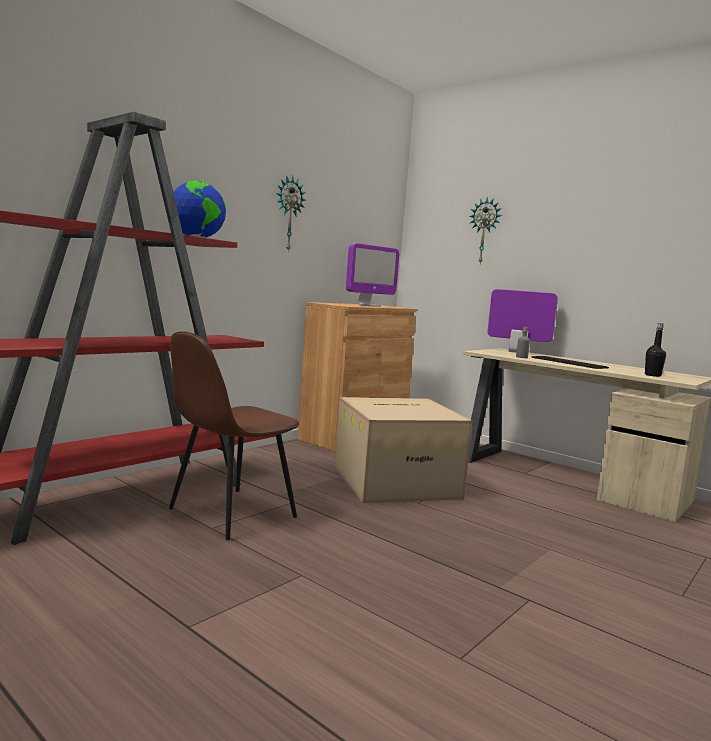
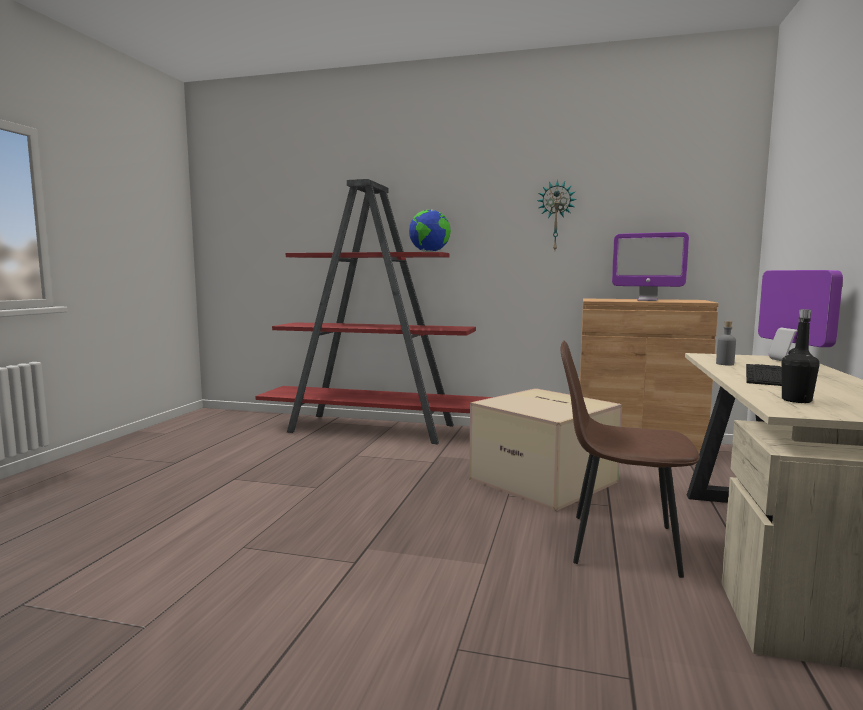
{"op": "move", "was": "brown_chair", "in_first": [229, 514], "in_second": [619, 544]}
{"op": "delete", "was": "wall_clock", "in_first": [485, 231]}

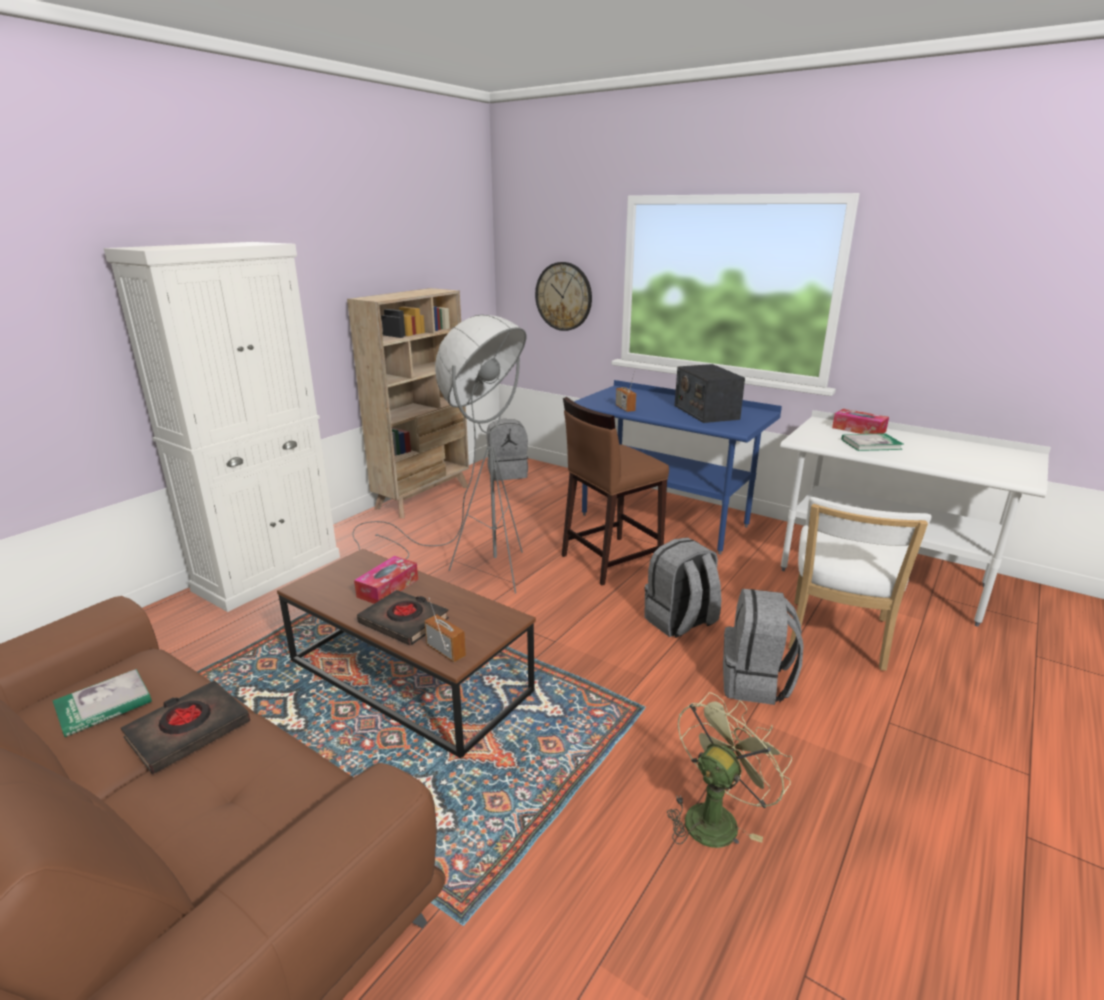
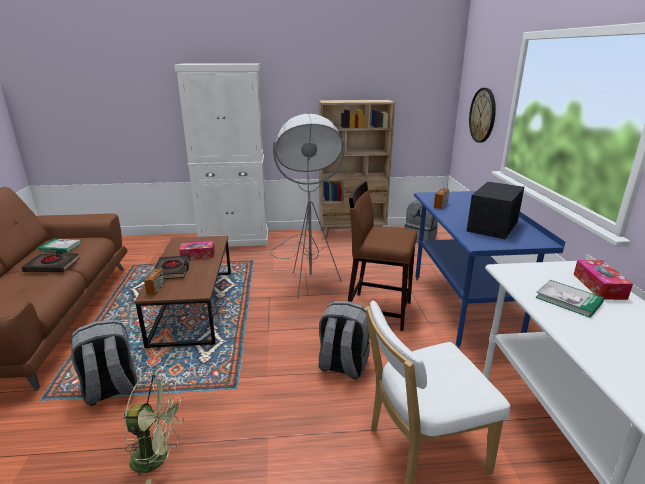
{"op": "move", "was": "grey_backpack", "in_first": [755, 683], "in_second": [110, 389]}

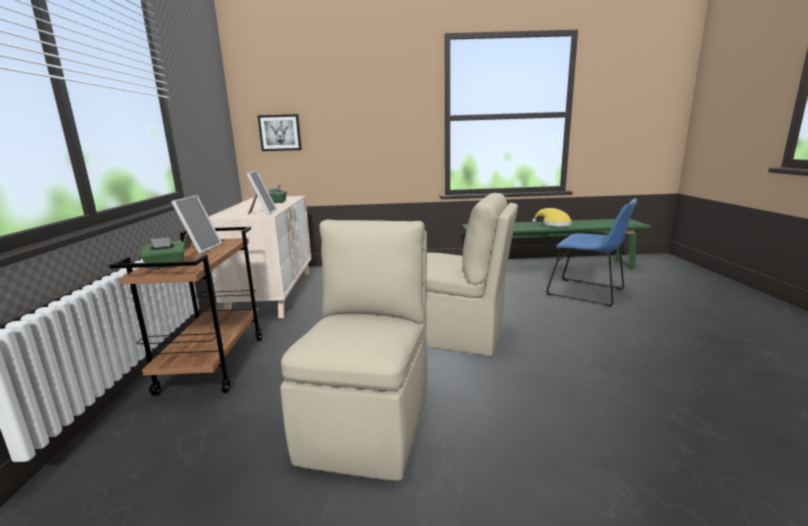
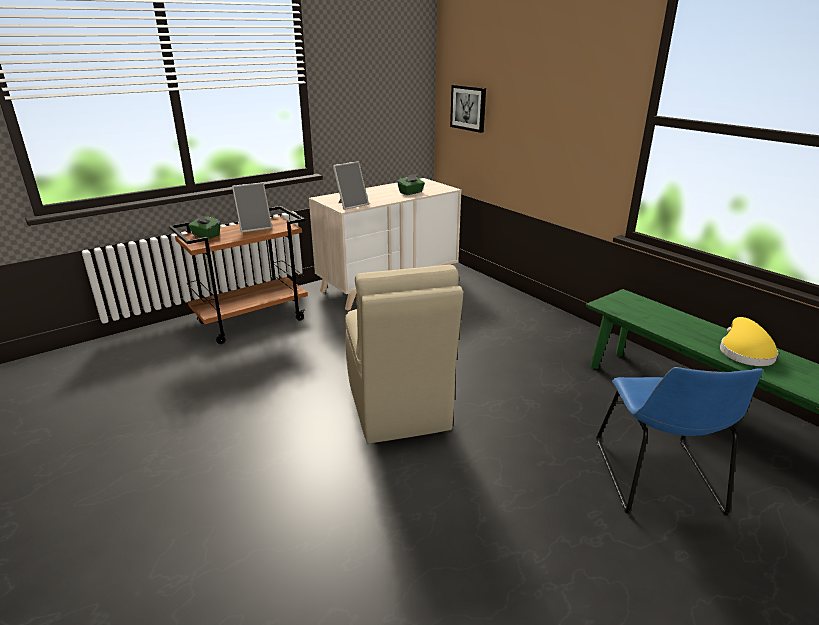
{"op": "delete", "was": "beige_chair", "in_first": [369, 422]}

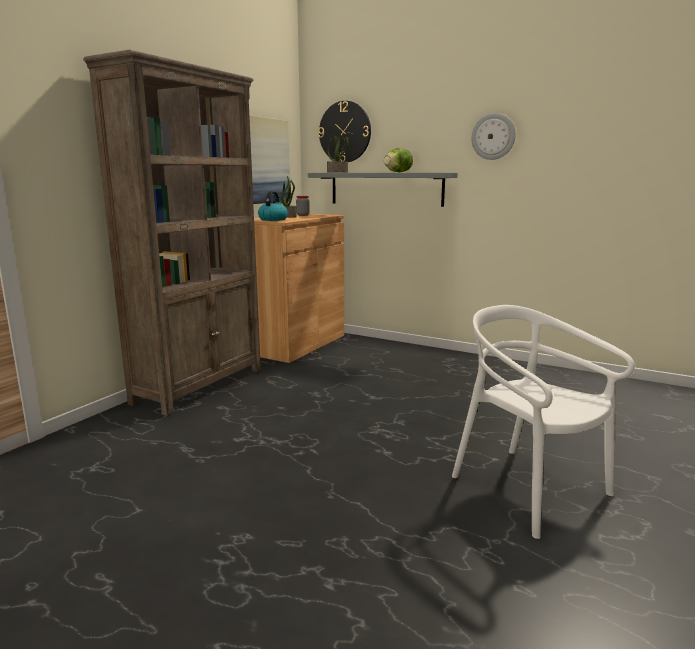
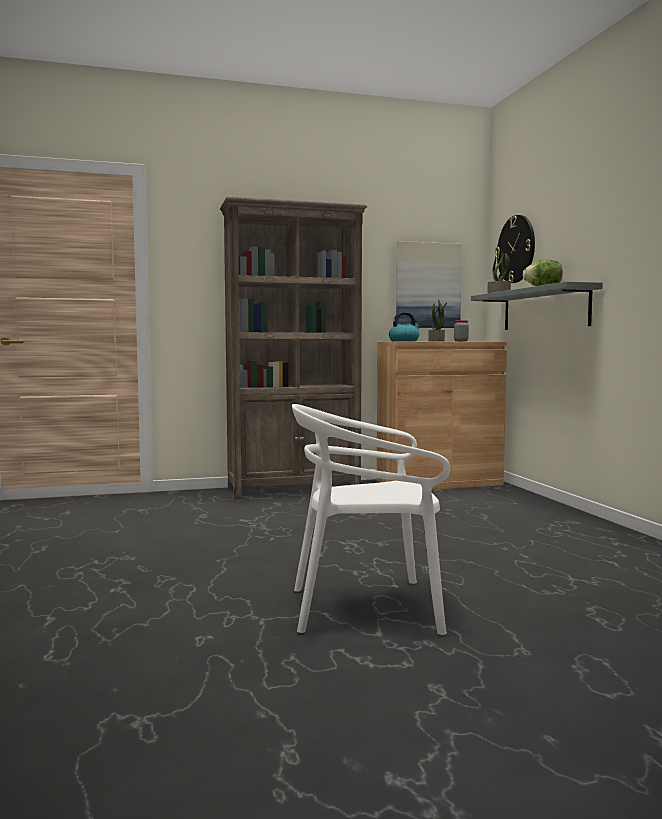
{"op": "rotate", "was": "white_chair", "in_first": [528, 489], "in_second": [366, 608], "clockwise": -105}
{"op": "delete", "was": "wall_clock", "in_first": [493, 136]}

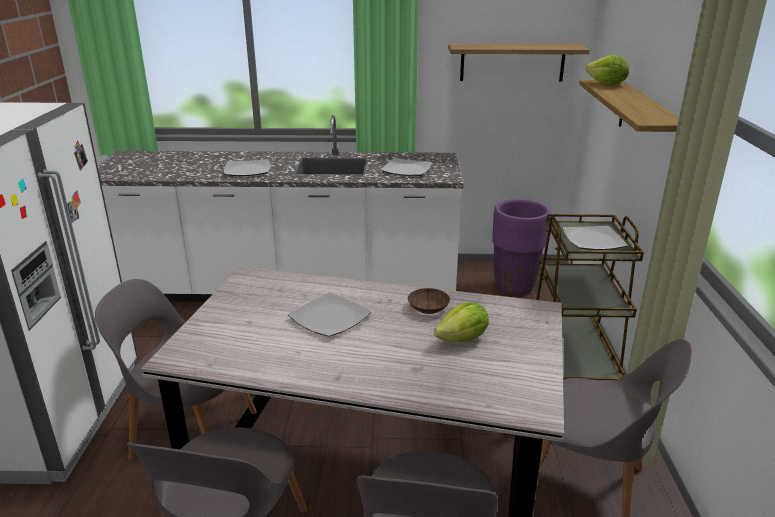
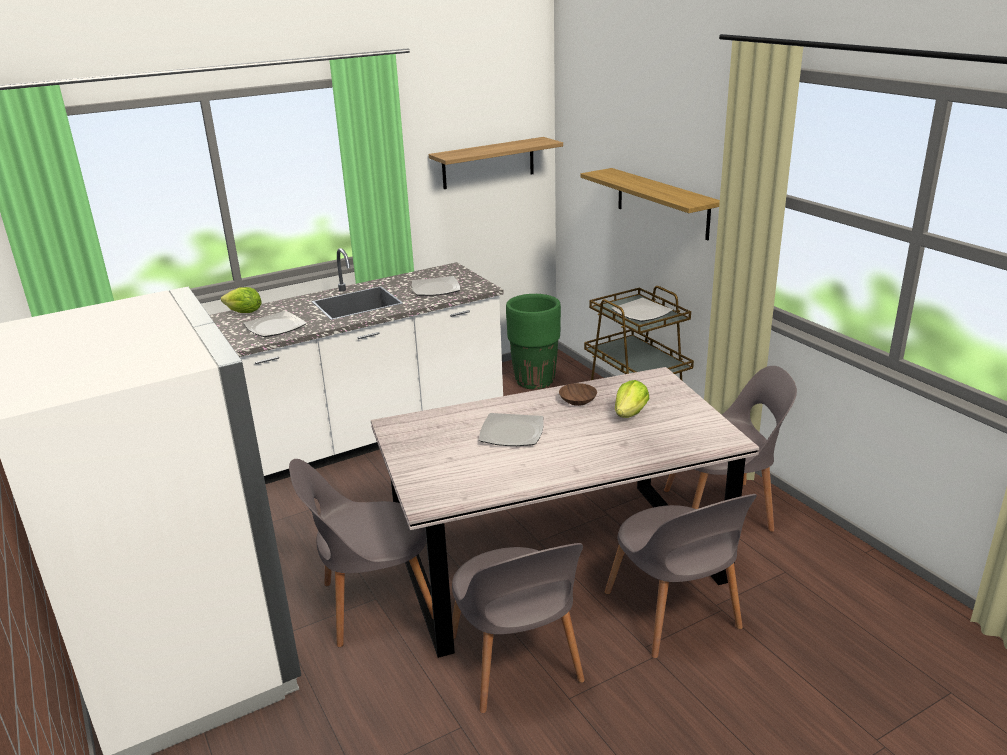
{"op": "move", "was": "lettuce", "in_first": [606, 84], "in_second": [244, 312]}
{"op": "recolor", "was": "purple_planter", "now": "green_planter", "in_first": [514, 286], "in_second": [534, 381]}

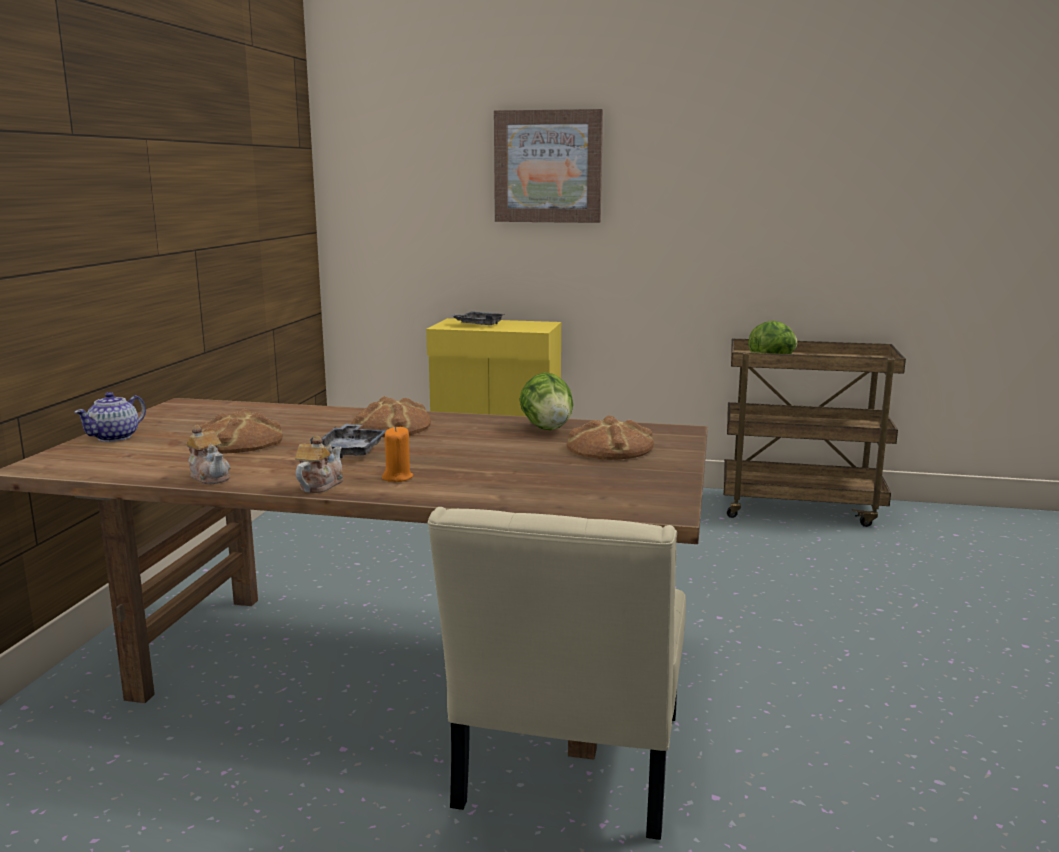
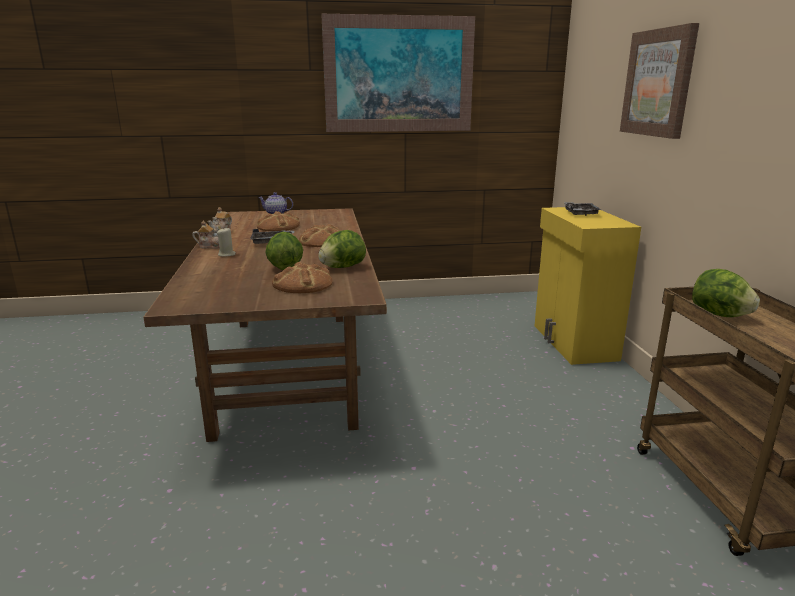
{"op": "recolor", "was": "orange_candle", "now": "beige_candle", "in_first": [397, 477], "in_second": [227, 254]}
{"op": "insert", "now": "lettuce", "in_second": [284, 268]}
{"op": "insert", "now": "picture", "in_second": [399, 75]}
{"op": "delete", "was": "beige_chair", "in_first": [567, 770]}

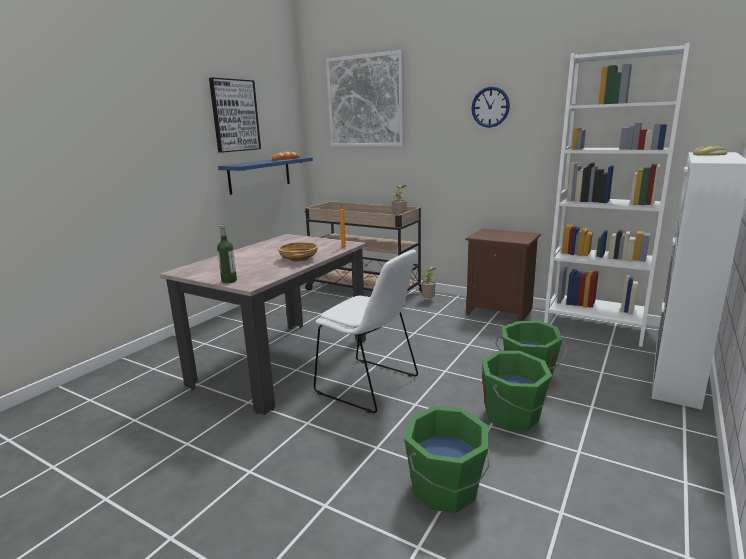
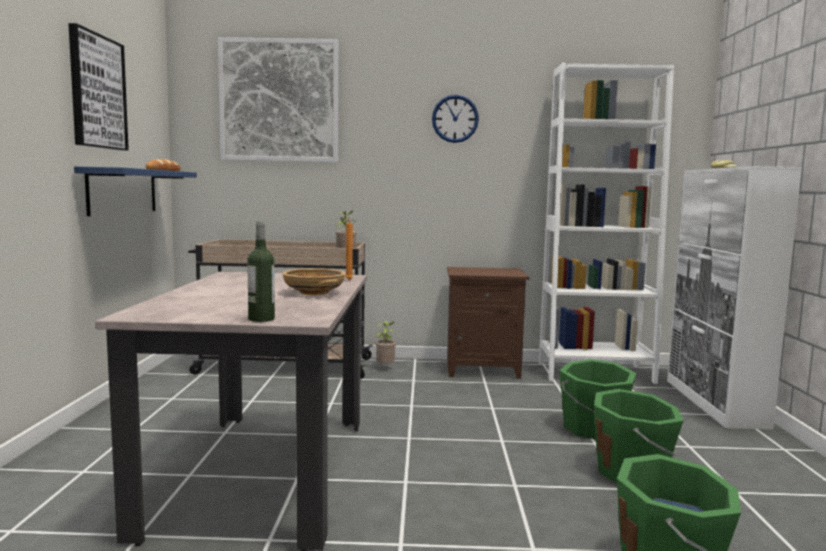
{"op": "delete", "was": "white_chair", "in_first": [370, 386]}

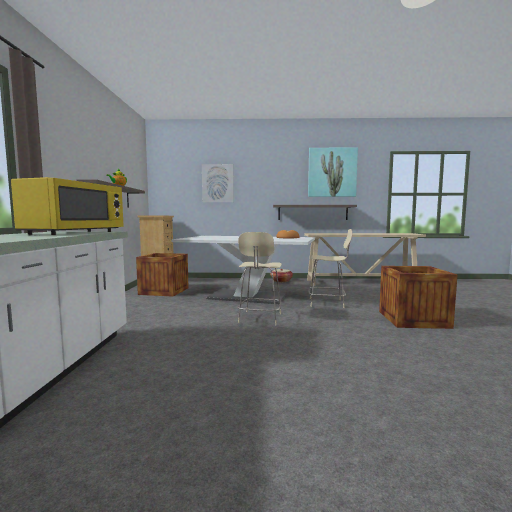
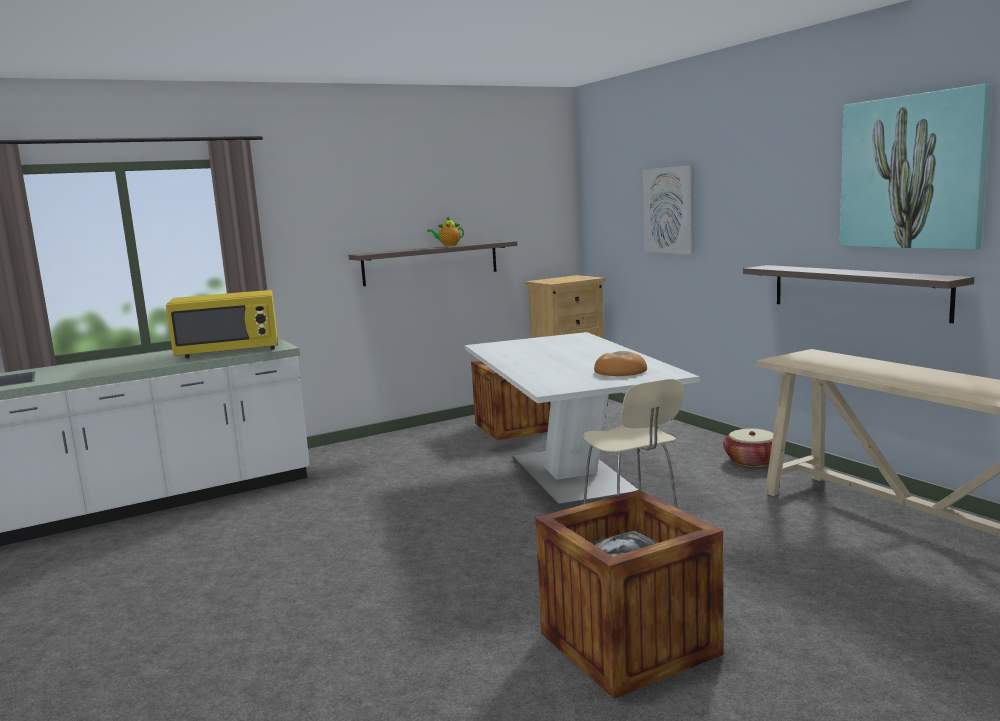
{"op": "delete", "was": "beige_chair", "in_first": [260, 318]}

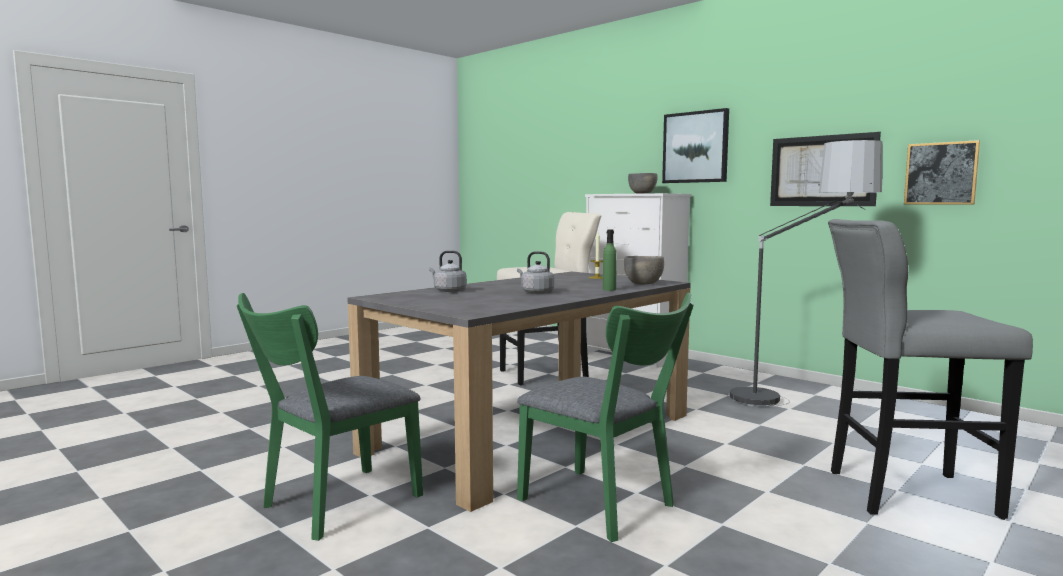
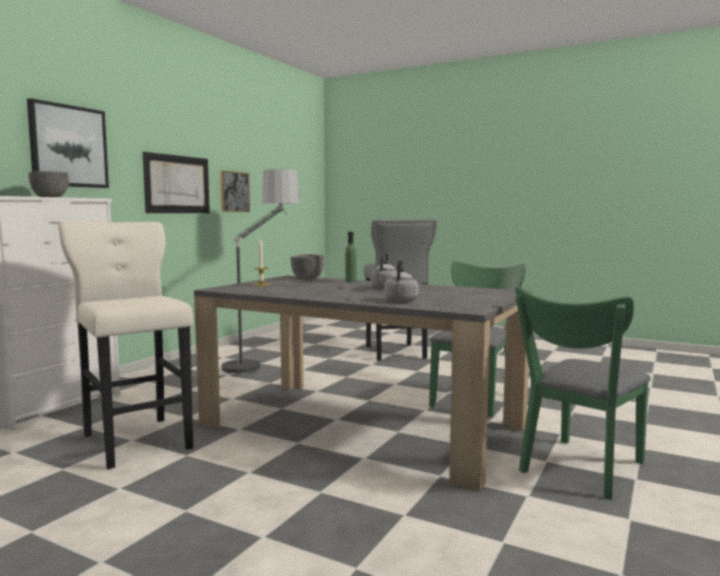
{"op": "rotate", "was": "green_chair", "in_first": [333, 505], "in_second": [579, 470], "clockwise": 105}

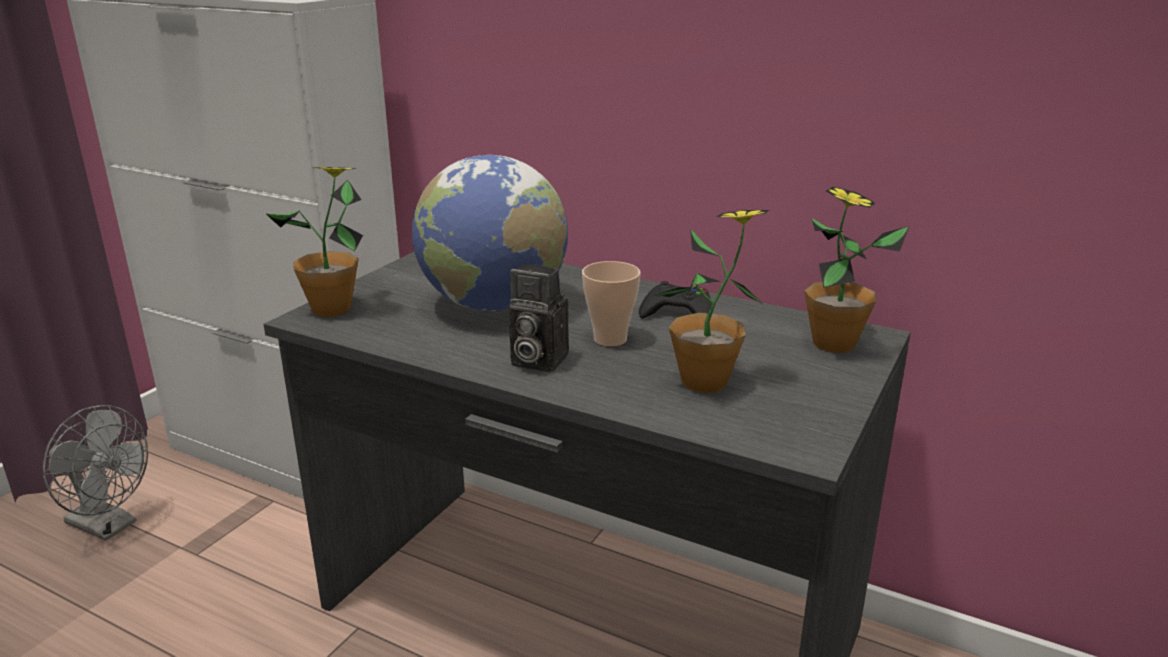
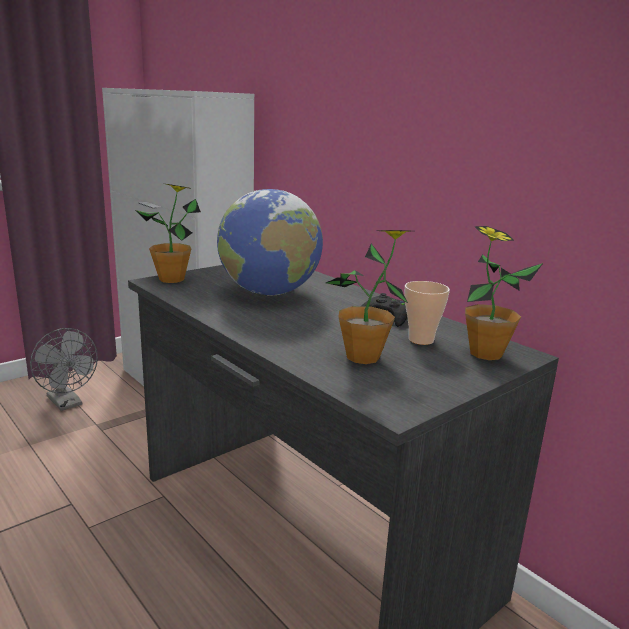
{"op": "move", "was": "cup", "in_first": [610, 339], "in_second": [421, 340]}
{"op": "delete", "was": "photo_camera", "in_first": [535, 360]}

